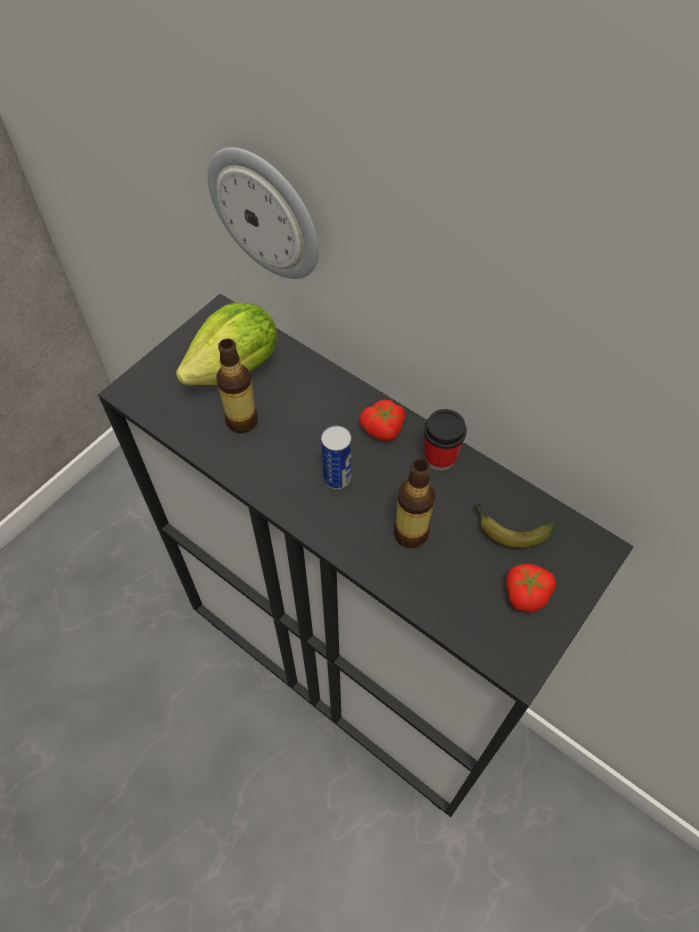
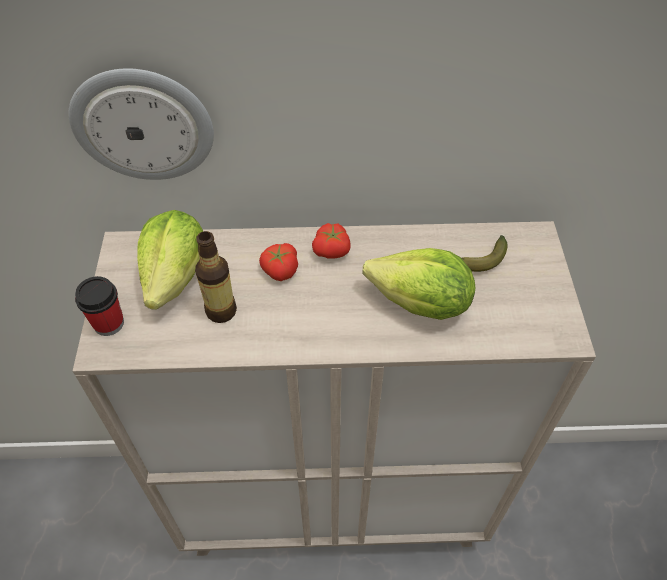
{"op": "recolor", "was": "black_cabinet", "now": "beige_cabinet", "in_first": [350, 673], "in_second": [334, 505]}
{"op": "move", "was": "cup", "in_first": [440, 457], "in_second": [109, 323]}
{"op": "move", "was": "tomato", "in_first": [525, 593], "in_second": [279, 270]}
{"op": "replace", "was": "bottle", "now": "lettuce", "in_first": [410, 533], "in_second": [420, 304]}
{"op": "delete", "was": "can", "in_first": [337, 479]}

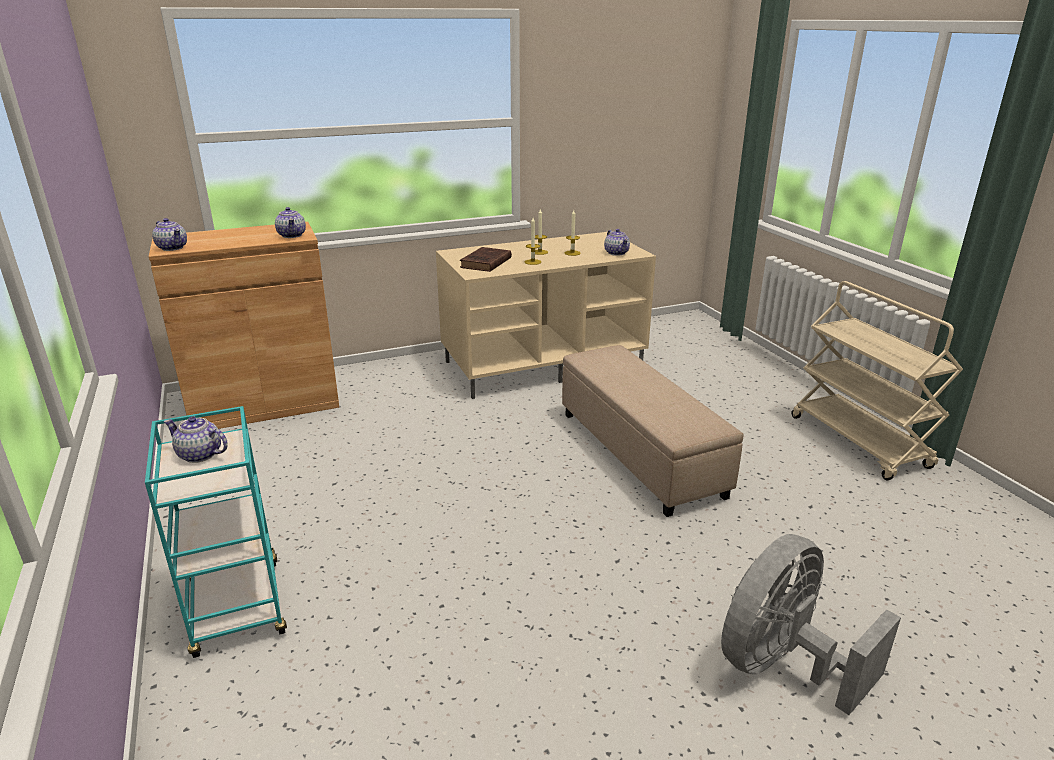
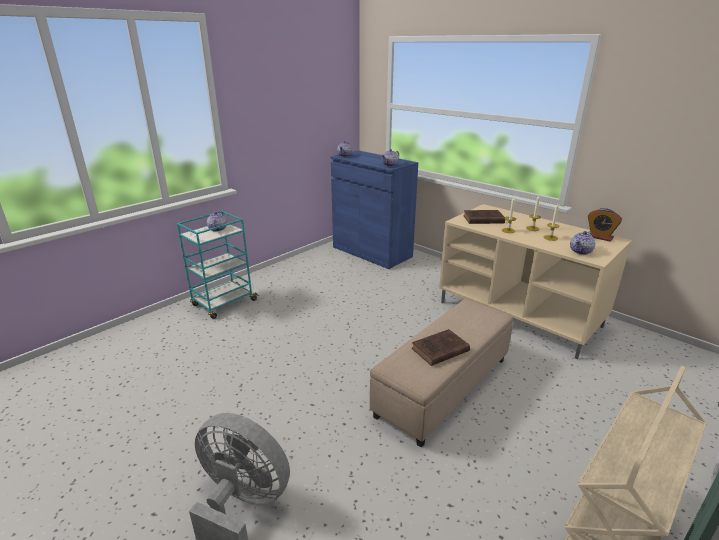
{"op": "recolor", "was": "brown_cabinet", "now": "blue_cabinet", "in_first": [265, 404], "in_second": [372, 252]}
{"op": "insert", "now": "brown_book", "in_second": [439, 350]}
{"op": "insert", "now": "alarm_clock", "in_second": [599, 237]}

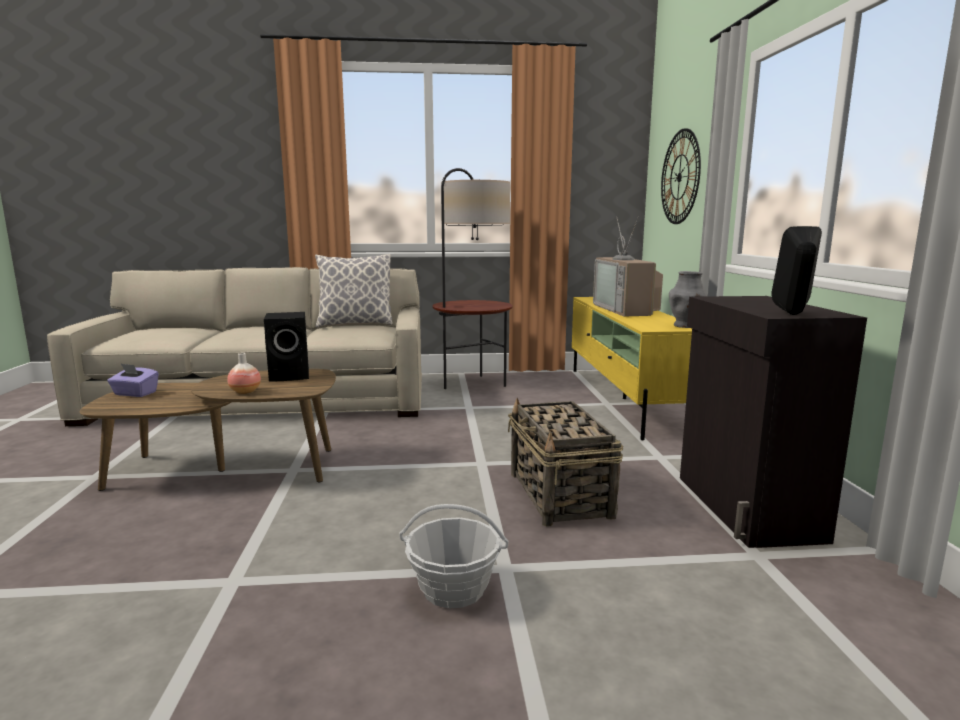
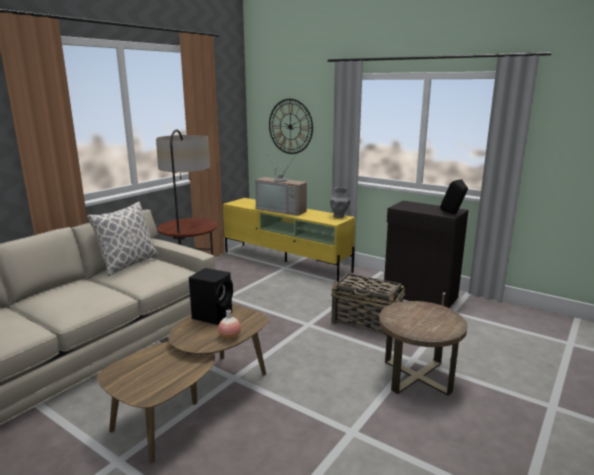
{"op": "replace", "was": "basket", "now": "brown_side_table", "in_first": [453, 589], "in_second": [417, 376]}
{"op": "delete", "was": "purple_tissue_box", "in_first": [135, 394]}

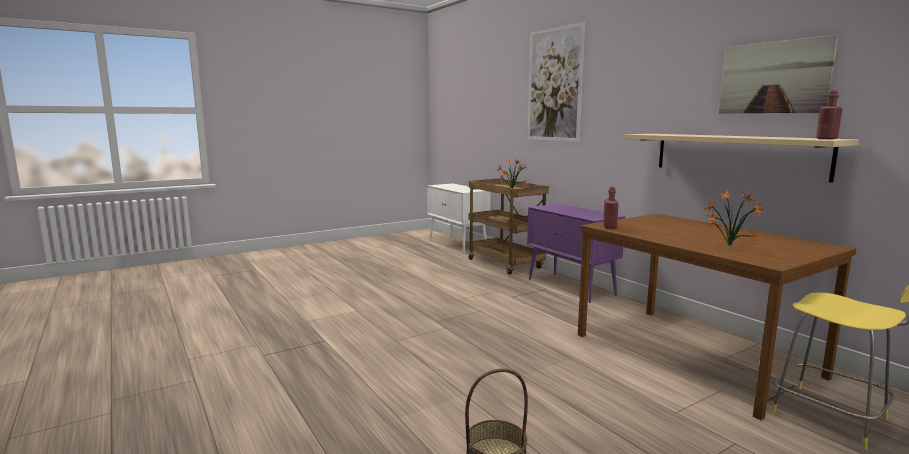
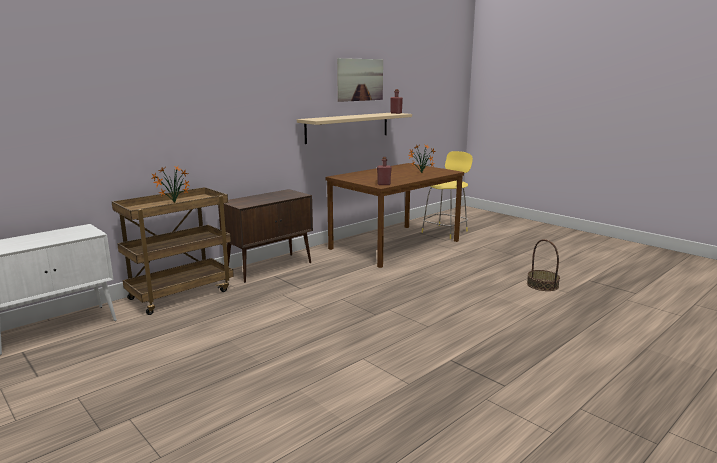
{"op": "recolor", "was": "purple_cabinet", "now": "brown_cabinet", "in_first": [571, 287], "in_second": [270, 267]}
{"op": "delete", "was": "picture", "in_first": [554, 85]}

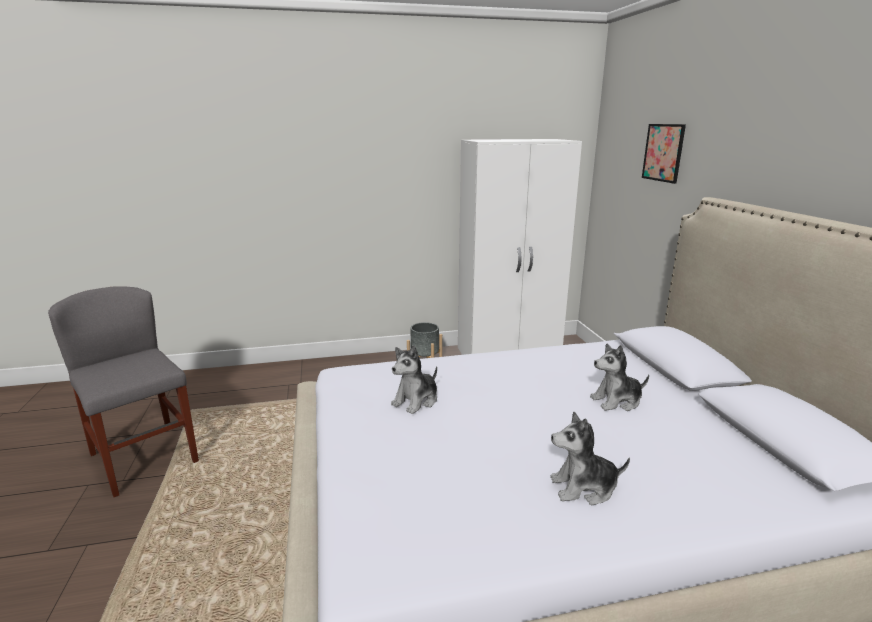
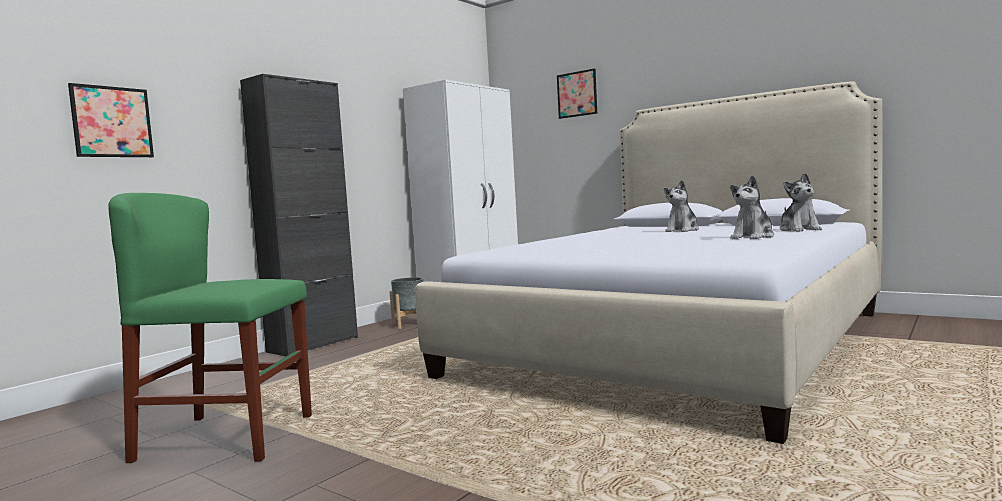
{"op": "insert", "now": "picture", "in_second": [112, 122]}
{"op": "recolor", "was": "grey_chair", "now": "green_chair", "in_first": [144, 458], "in_second": [226, 438]}
{"op": "insert", "now": "black_cabinet", "in_second": [313, 344]}
{"op": "move", "was": "plush_toy", "in_first": [416, 401], "in_second": [799, 230]}

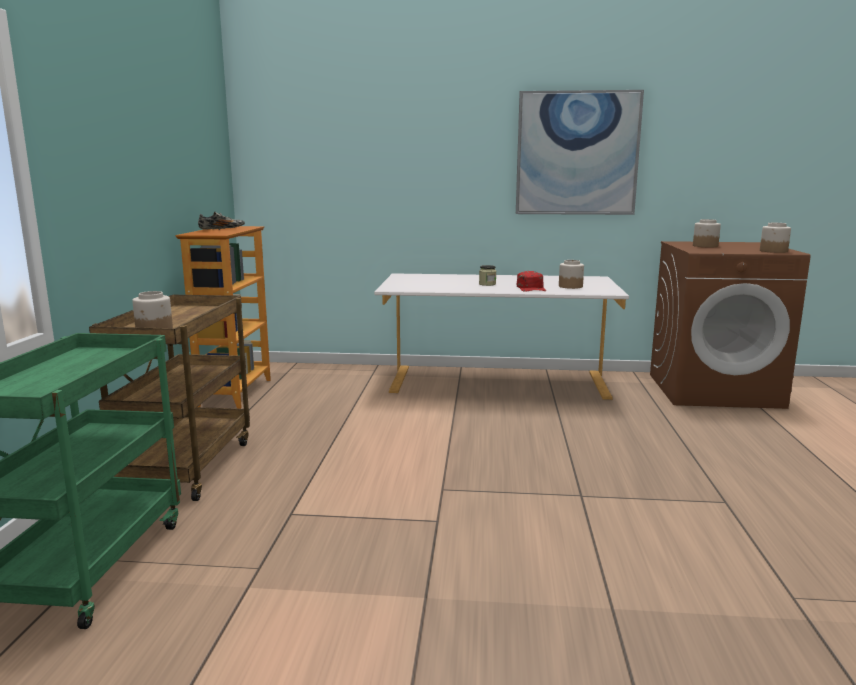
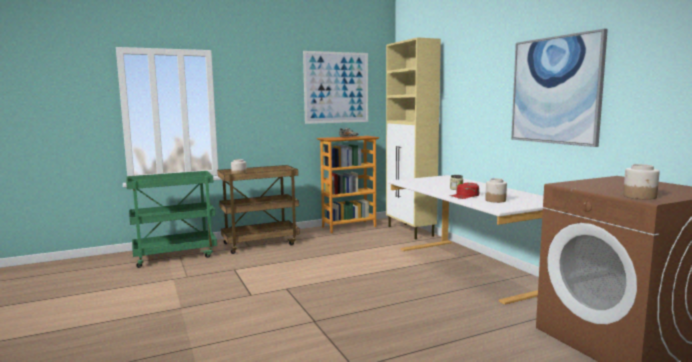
{"op": "insert", "now": "picture", "in_second": [336, 87]}
{"op": "insert", "now": "beige_cabinet", "in_second": [410, 231]}
{"op": "delete", "was": "jar", "in_first": [705, 246]}

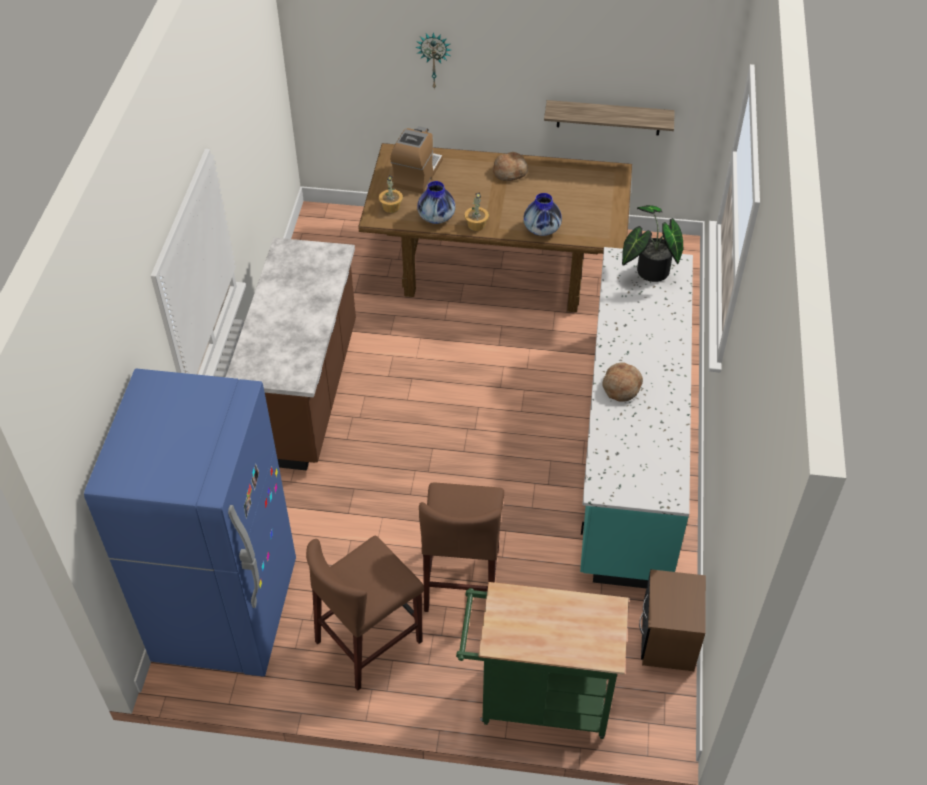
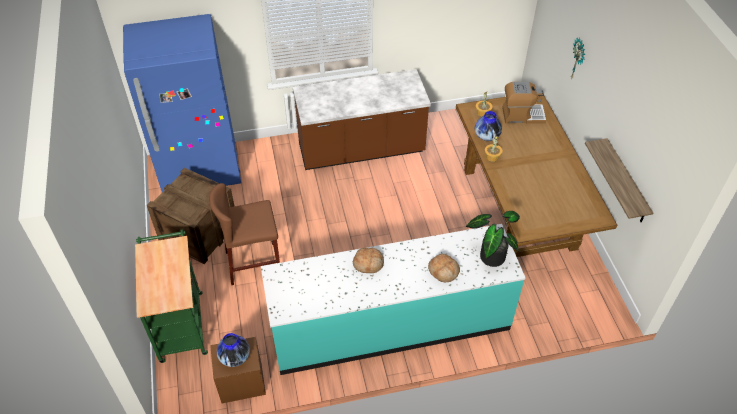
{"op": "replace", "was": "brown_stool", "now": "crate", "in_first": [369, 641], "in_second": [199, 233]}
{"op": "move", "was": "vase", "in_first": [542, 229], "in_second": [234, 357]}
{"op": "move", "was": "bread", "in_first": [510, 172], "in_second": [443, 271]}

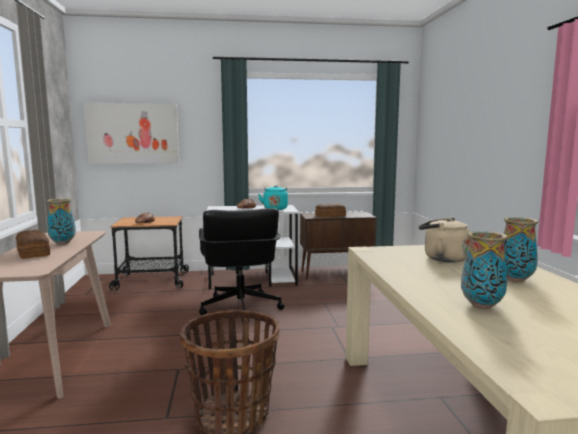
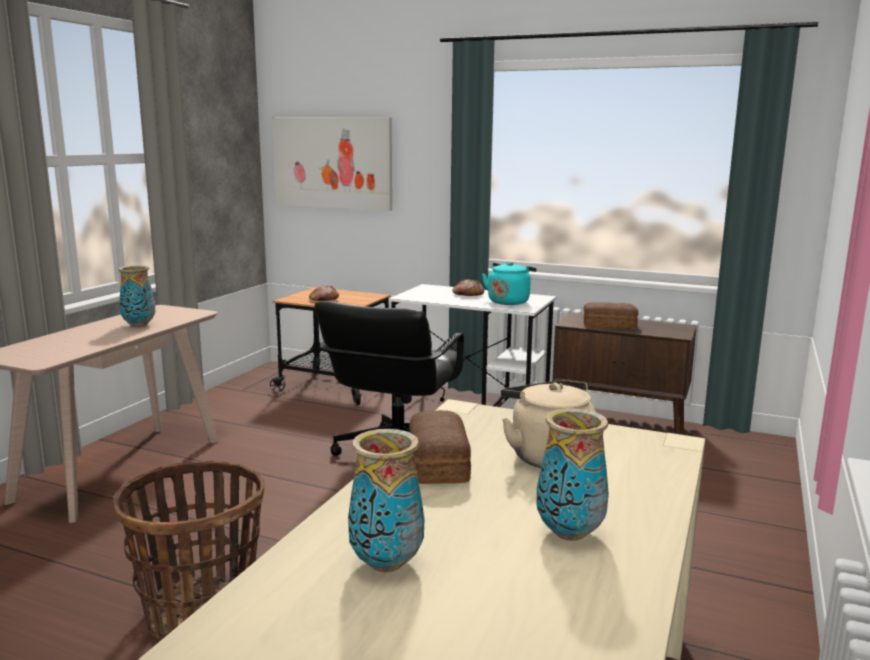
{"op": "move", "was": "bread", "in_first": [32, 253], "in_second": [436, 463]}

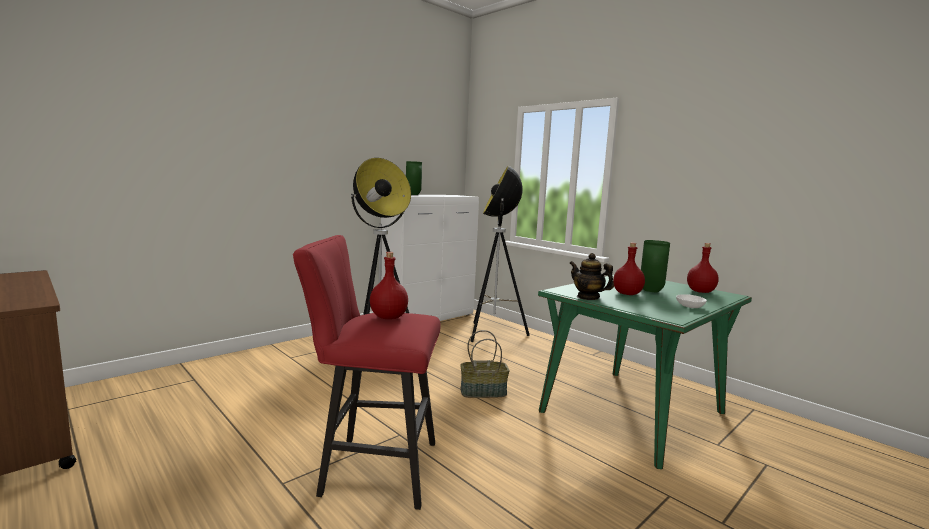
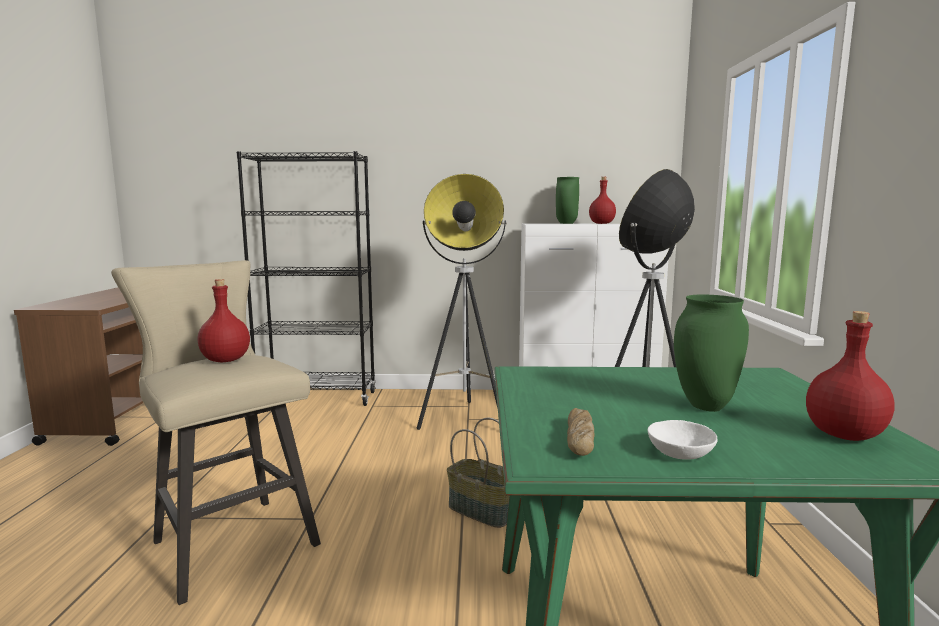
{"op": "recolor", "was": "red_stool", "now": "beige_stool", "in_first": [371, 468], "in_second": [229, 539]}
{"op": "insert", "now": "black_bookcase", "in_second": [317, 398]}
{"op": "insert", "now": "bread", "in_second": [580, 439]}
{"op": "move", "was": "red_bottle", "in_first": [627, 294], "in_second": [601, 223]}
{"op": "delete", "was": "teapot", "in_first": [588, 297]}

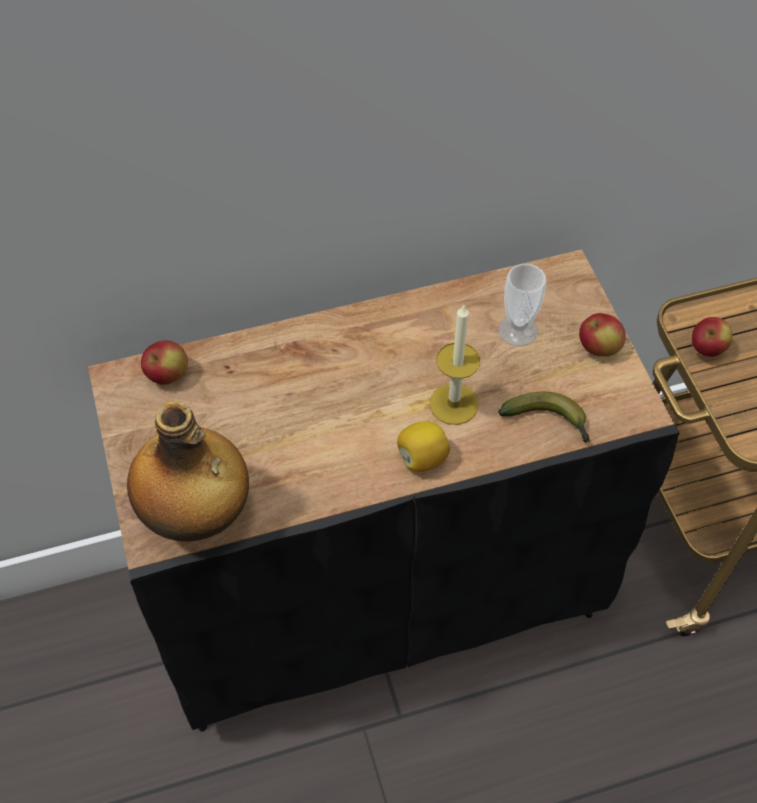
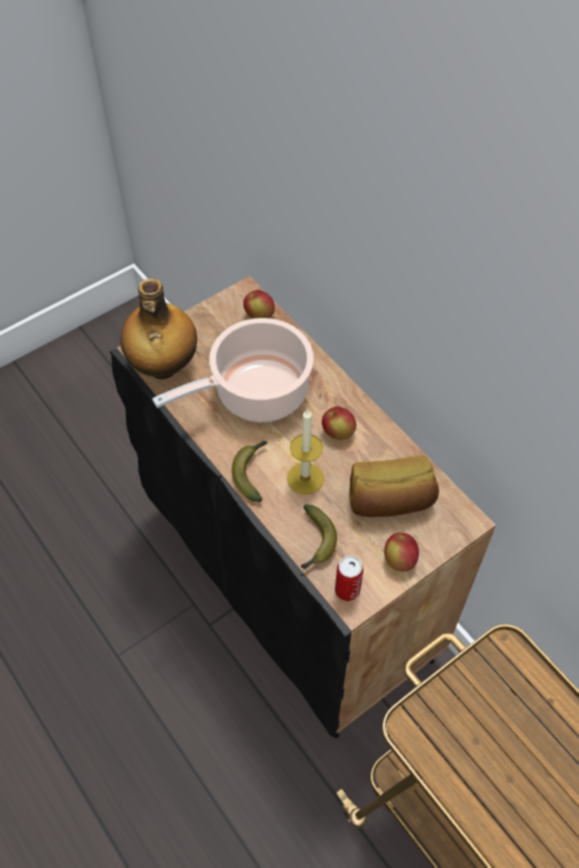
{"op": "insert", "now": "cooking_pot", "in_second": [255, 394]}
{"op": "replace", "was": "lemon", "now": "banana", "in_first": [422, 458], "in_second": [252, 472]}
{"op": "move", "was": "apple", "in_first": [707, 349], "in_second": [338, 432]}
{"op": "insert", "now": "can", "in_second": [347, 590]}
{"op": "replace", "was": "cup", "now": "bread", "in_first": [518, 330], "in_second": [390, 501]}

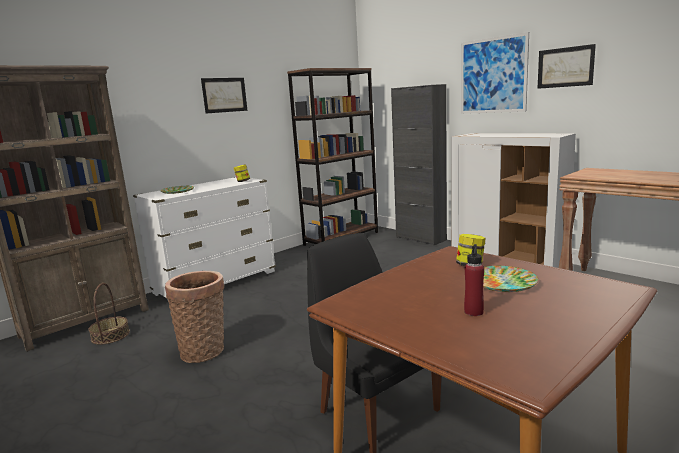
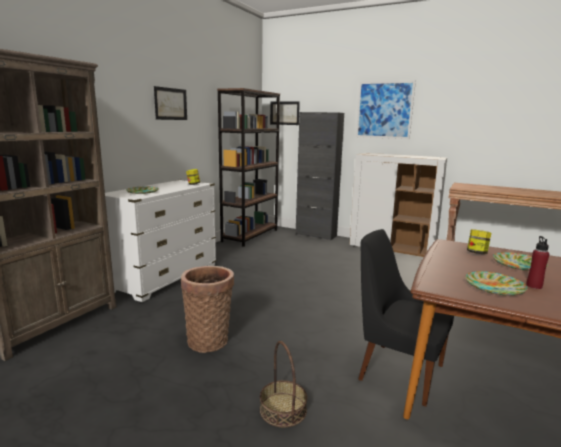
{"op": "move", "was": "basket", "in_first": [110, 335], "in_second": [283, 409]}
{"op": "move", "was": "picture", "in_first": [565, 67], "in_second": [284, 113]}
{"op": "insert", "now": "plate", "in_second": [494, 287]}

